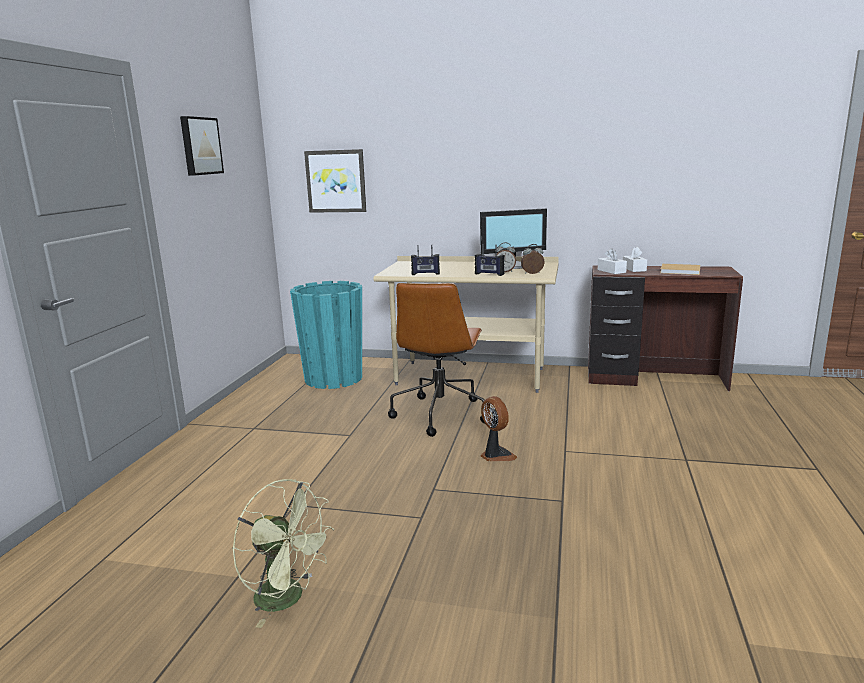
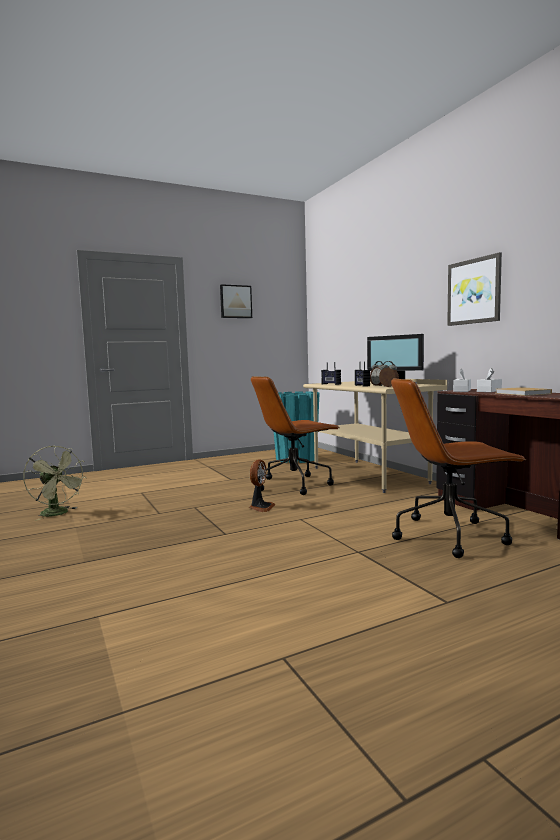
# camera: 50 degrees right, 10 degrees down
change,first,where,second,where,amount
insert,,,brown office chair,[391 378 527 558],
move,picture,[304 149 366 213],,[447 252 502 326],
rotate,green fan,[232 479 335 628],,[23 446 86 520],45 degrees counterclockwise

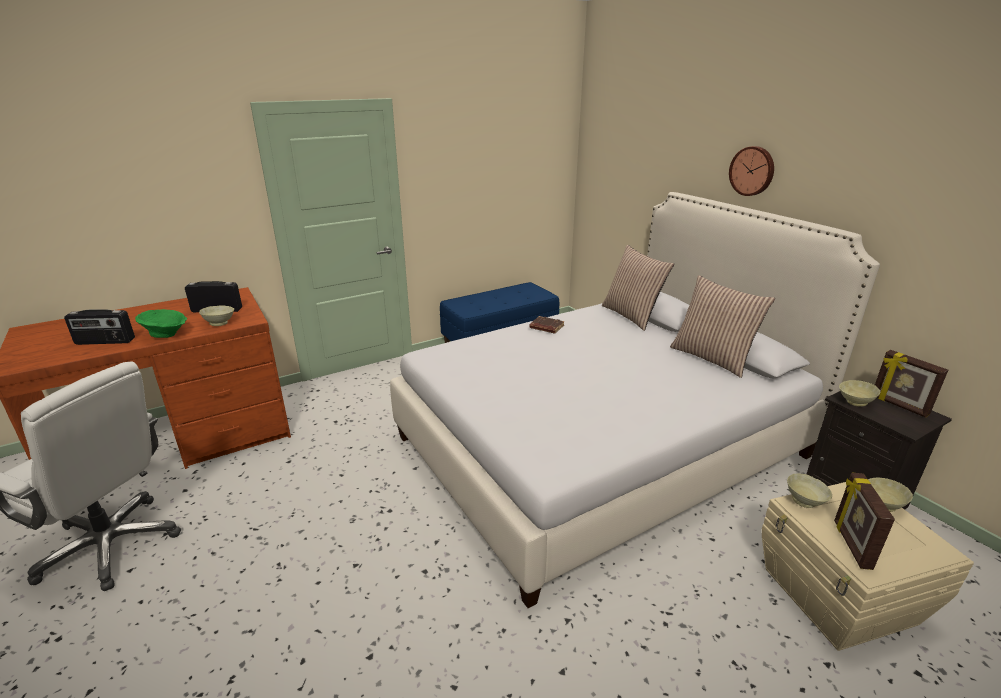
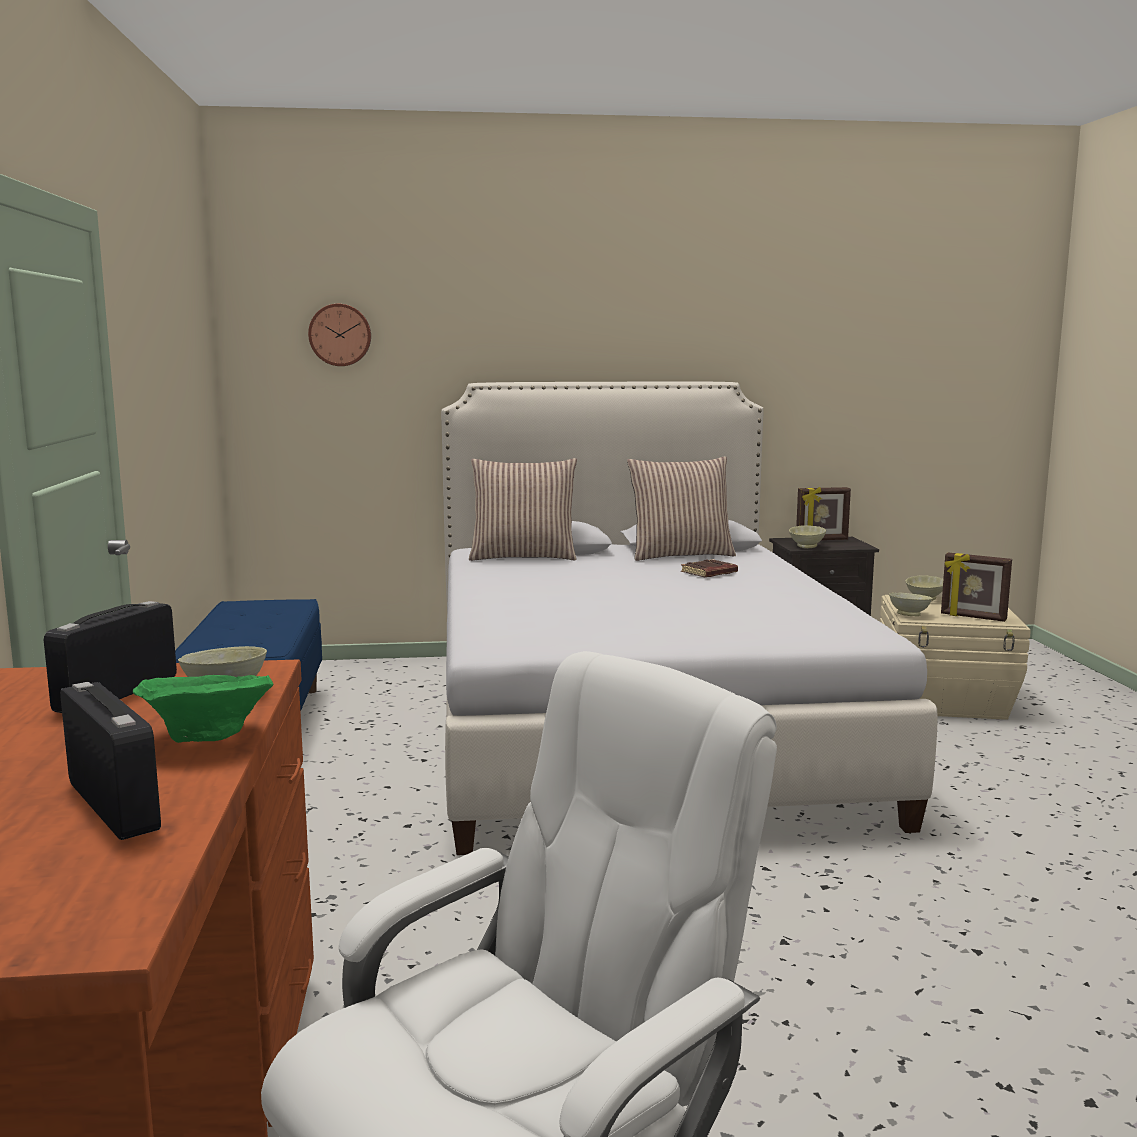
# camera: 65 degrees left, 15 degrees down
change,first,where,second,where,amount
move,brown book,[529 316 564 334],,[681 559 738 577],
move,wall clock,[729 146 774 196],,[308 304 371 366],
rotate,radio,[64 309 135 345],,[60 682 161 840],60 degrees counterclockwise

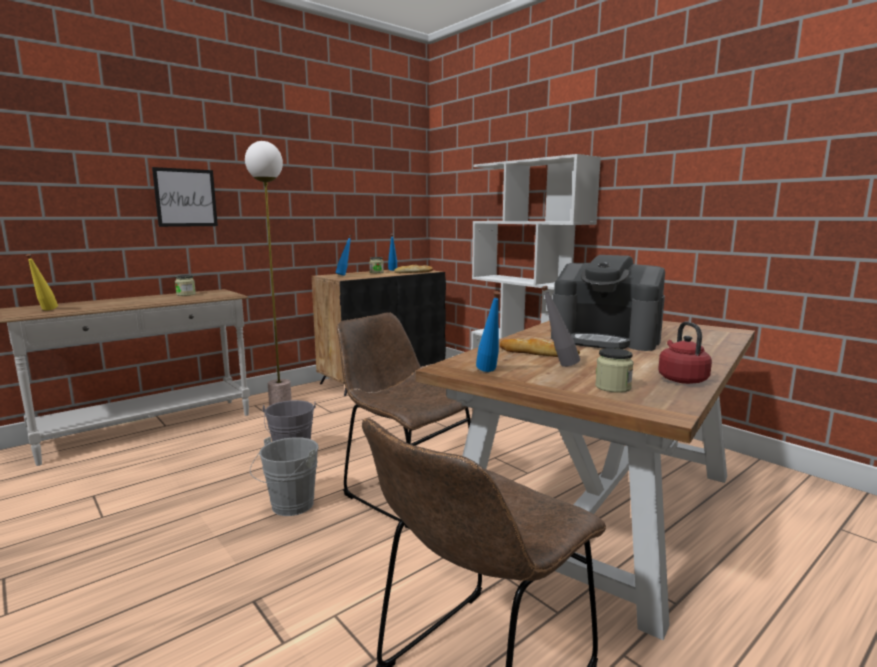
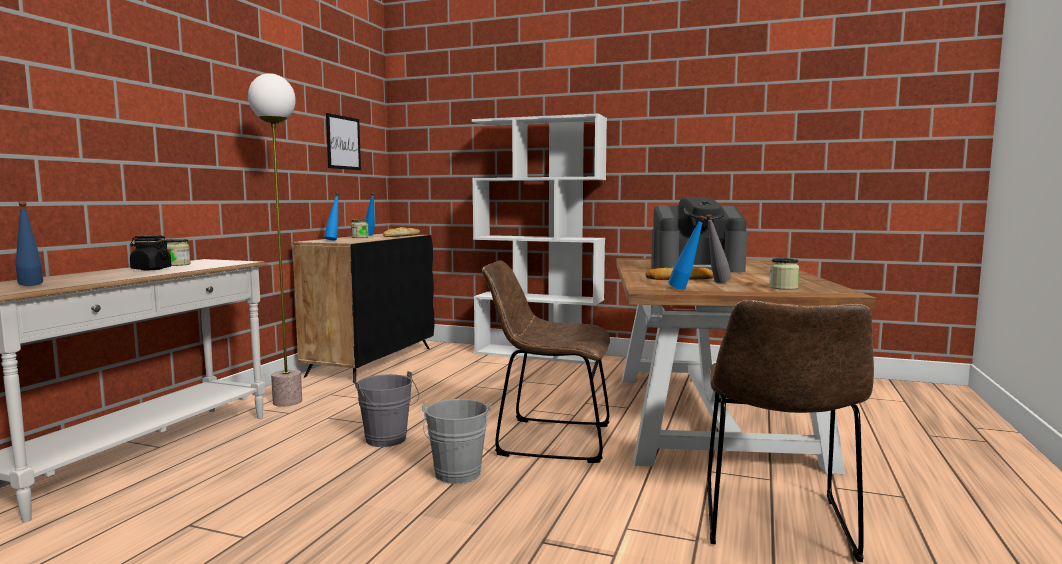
# camera: 30 degrees left, 5 degrees down
change,first,where,second,where,amount
delete,red kettle,[658 322 712 384],,,
insert,,,black jar,[130 235 172 270],
move,picture,[152 167 218 227],,[326 113 361 170],
recolor,yellow bottle,[26 254 58 311],blue bottle,[16 202 43 286],

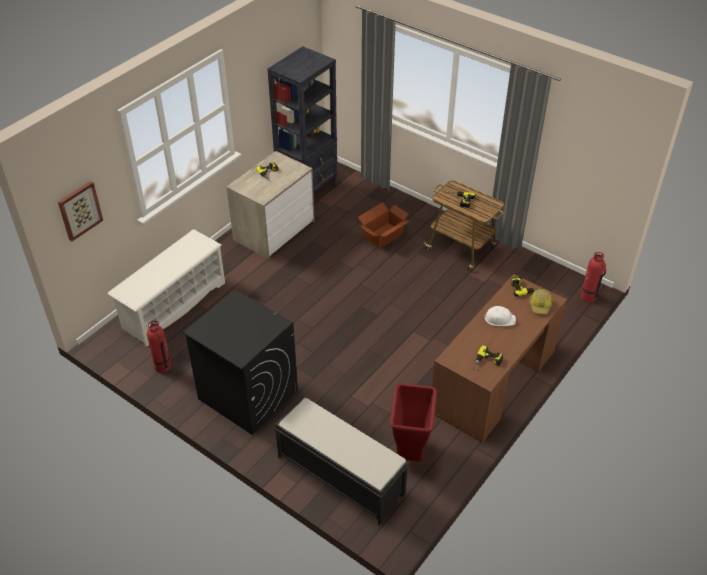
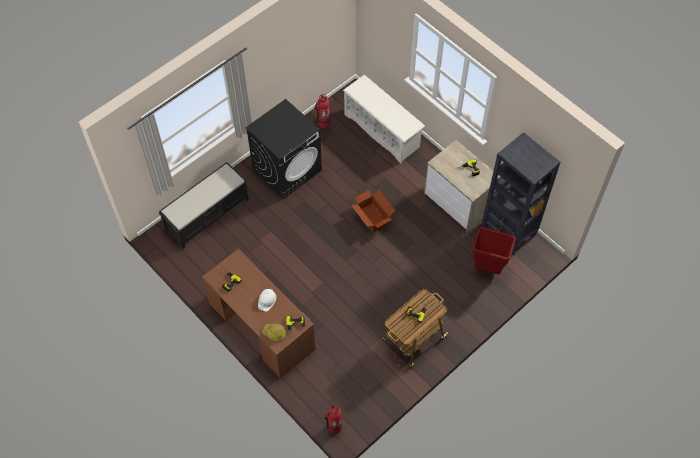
# camera: 100 degrees right, 15 degrees up
change,first,where,second,where,amount
delete,picture,[58 181 103 241],,,
move,cardboard box,[358 202 410 248],,[351 190 395 232],
move,red trash can,[390 383 437 462],,[473 227 516 274],

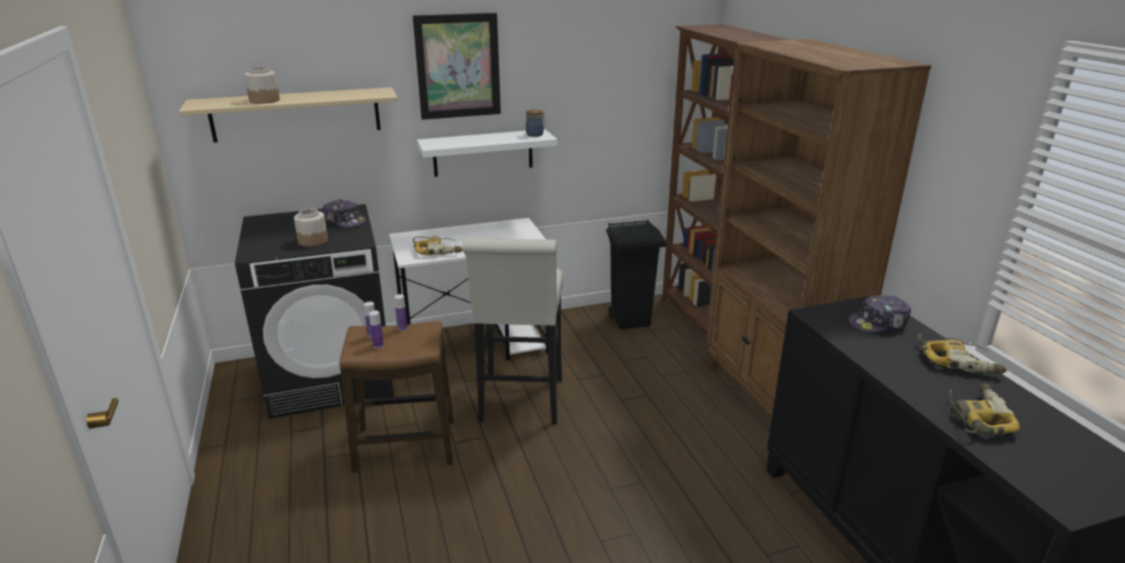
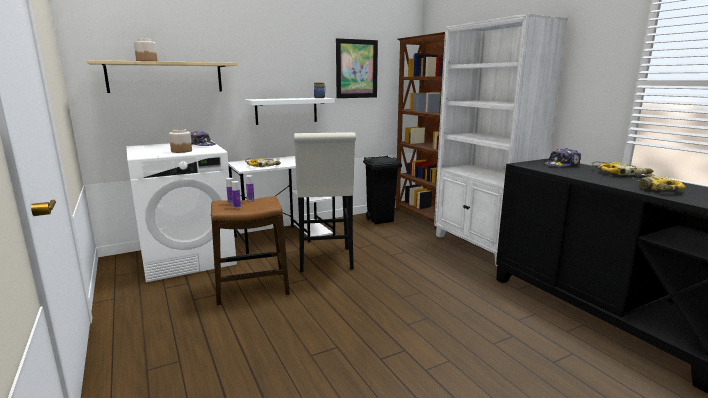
# camera: 10 degrees left, 10 degrees down
change,first,where,second,where,amount
move,picture,[413 13 501 120],,[336 38 378 98],
recolor,black washing machine,[235 204 394 419],white washing machine,[126 141 237 282],
recolor,brown bookcase,[705 39 931 418],white bookcase,[434 14 568 266],

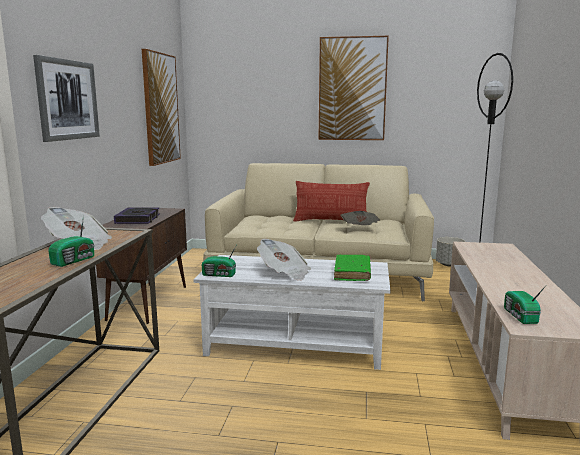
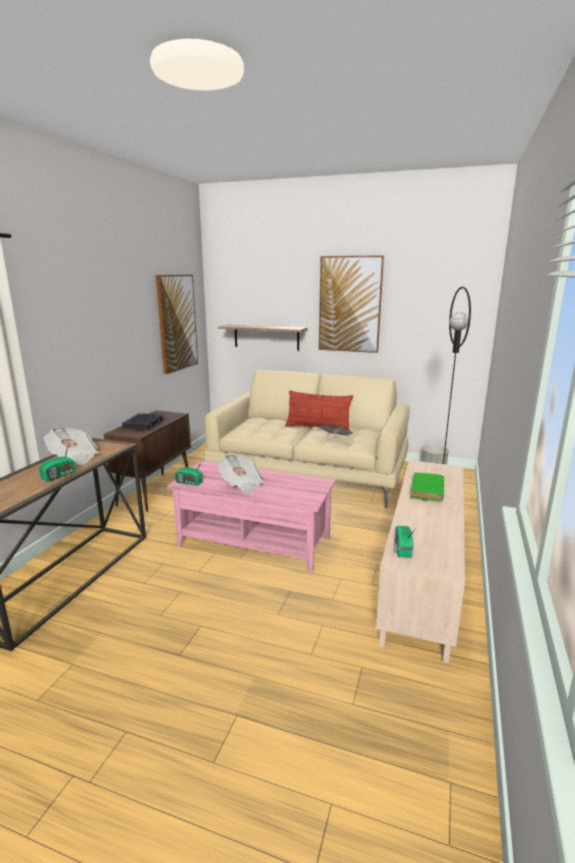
# camera: 10 degrees right, 5 degrees up
change,first,where,second,where,amount
delete,picture,[33 55 100 142],,,
insert,,,shelf,[218 324 308 350],
move,green book,[334 255 371 281],,[410 472 444 501],
recolor,white coffee table,[193 255 390 370],pink coffee table,[167 461 336 572],

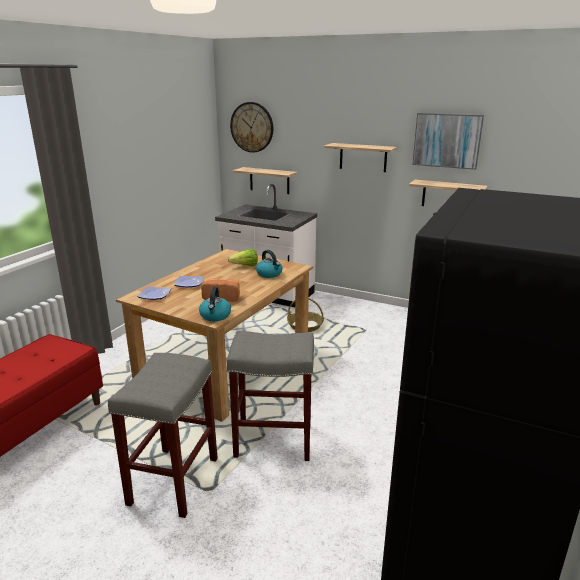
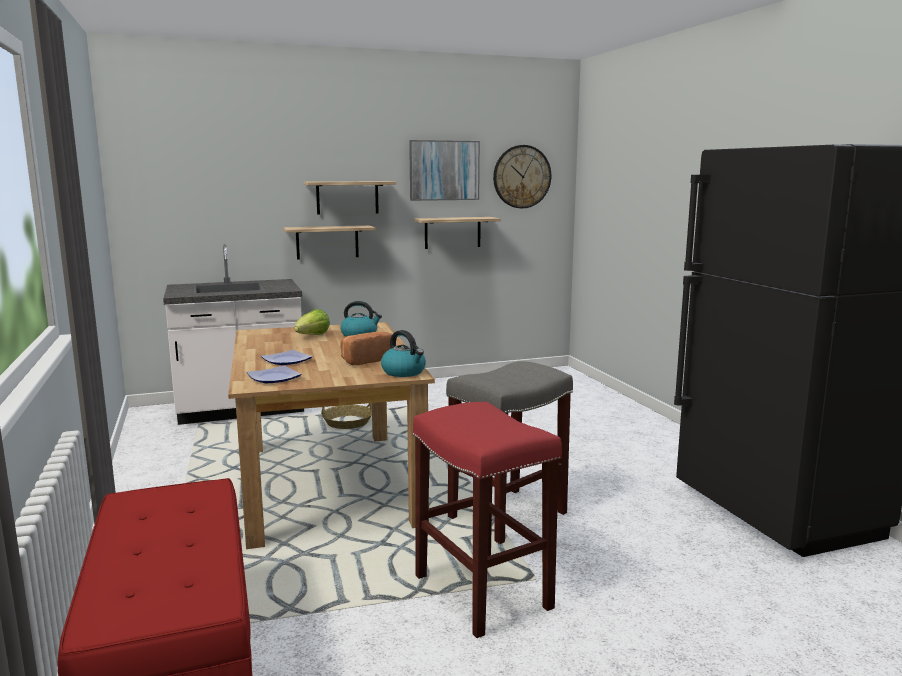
# camera: 45 degrees left, 10 degrees down
change,first,where,second,where,amount
move,wall clock,[230 102 273 152],,[493 145 551 208],
move,shelf,[233 167 297 194],,[283 225 375 260],
recolor,grey stool,[108 353 218 518],red stool,[413 402 562 638],

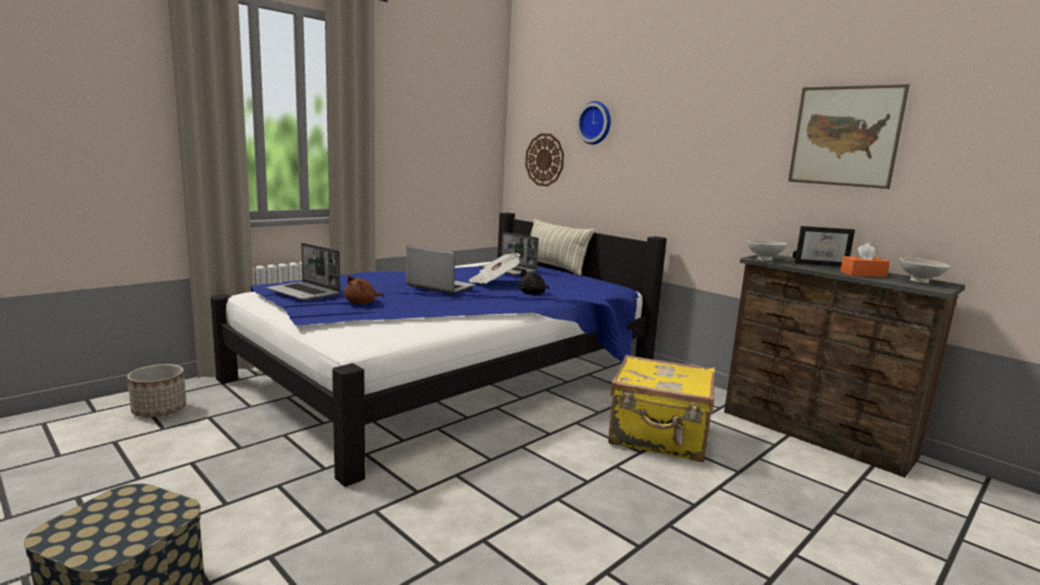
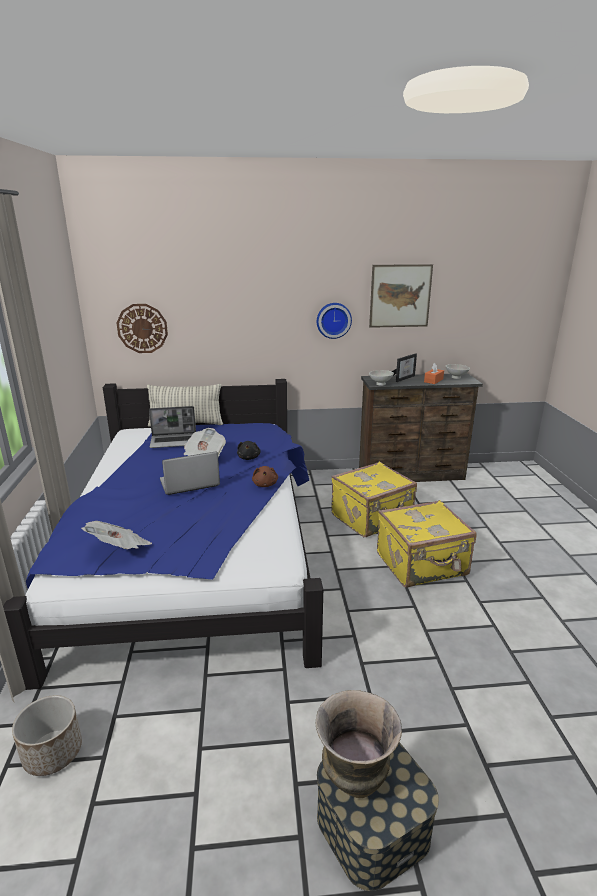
# camera: 50 degrees left, 10 degrees up
change,first,where,second,where,amount
insert,,,vase,[316 690 402 798],
insert,,,yellow suitcase,[377 500 477 588],
move,brown plush toy,[344 276 384 304],,[252 466 278 487],
move,wall clock,[577 101 611 145],,[317 303 352 339],
replace,laptop,[266 243 340 301],newspaper,[81 521 152 549],

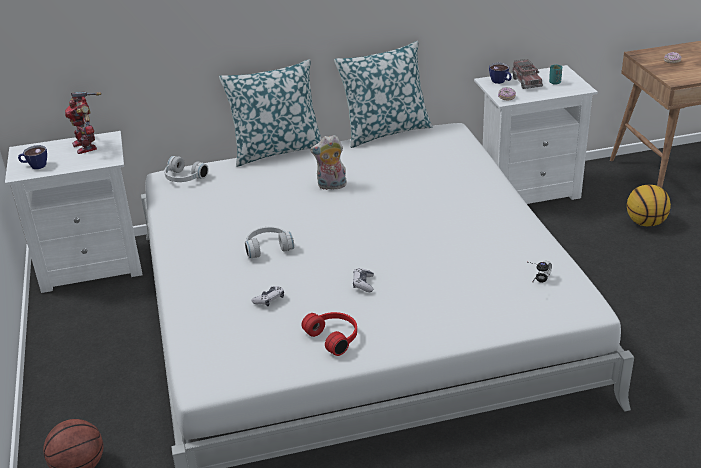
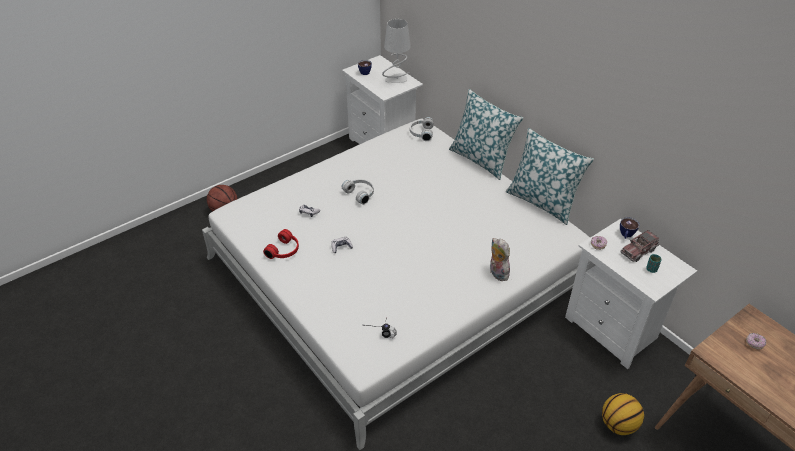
# camera: 65 degrees right, 10 degrees up
change,first,where,second,where,amount
move,plush toy,[310 135 347 191],,[490 238 510 281],
replace,toy robot,[65 92 101 154],grey table lamp,[382 19 411 83],

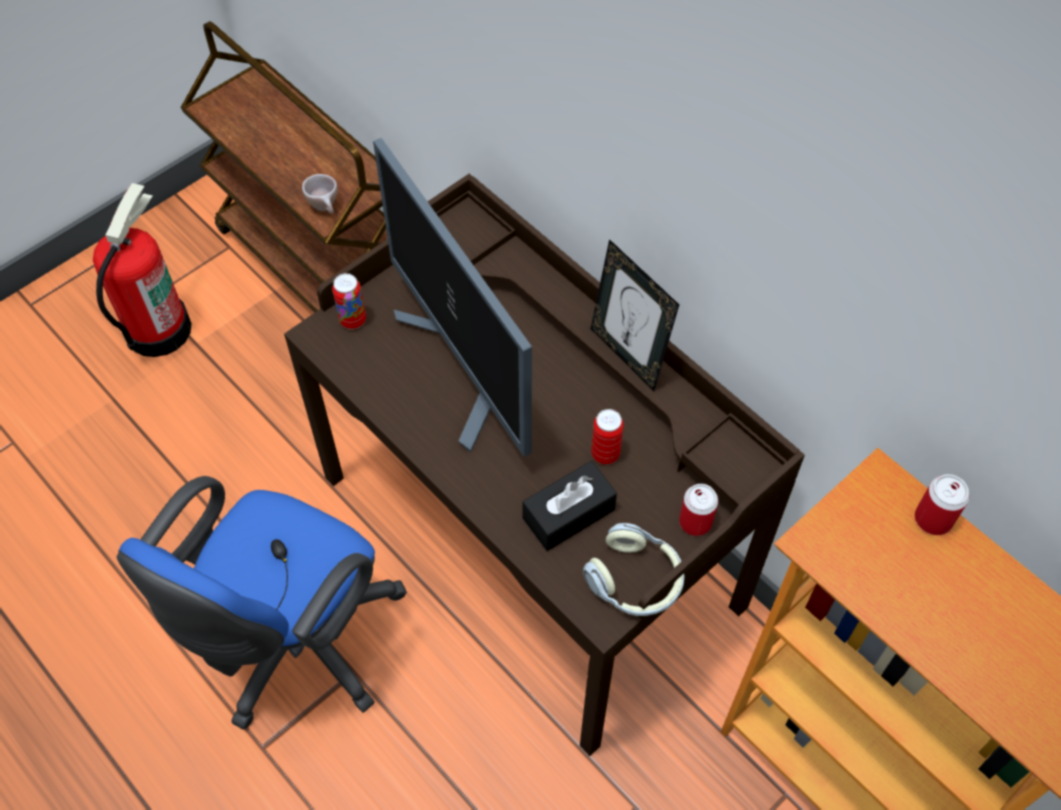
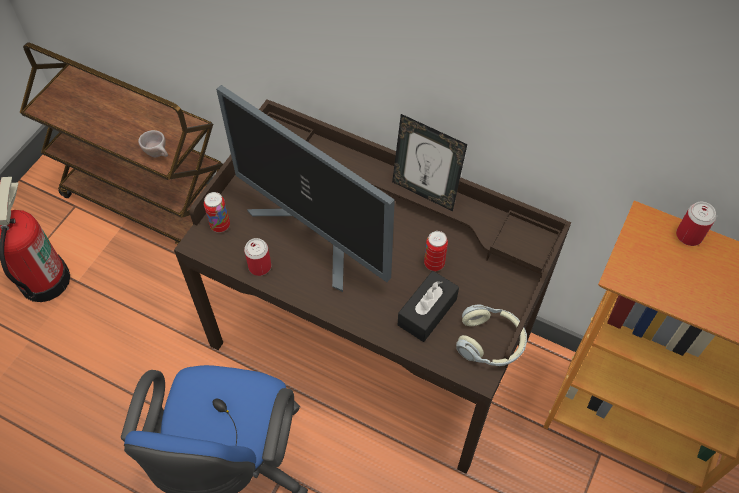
# camera: 20 degrees left, 0 degrees up
change,first,where,second,where,amount
move,can,[679 484 718 536],,[244 238 271 276],

